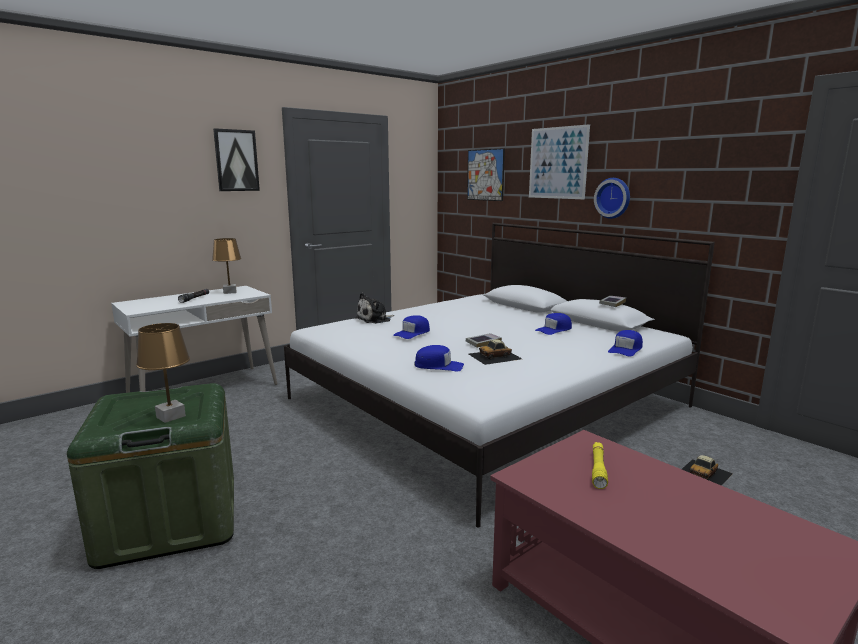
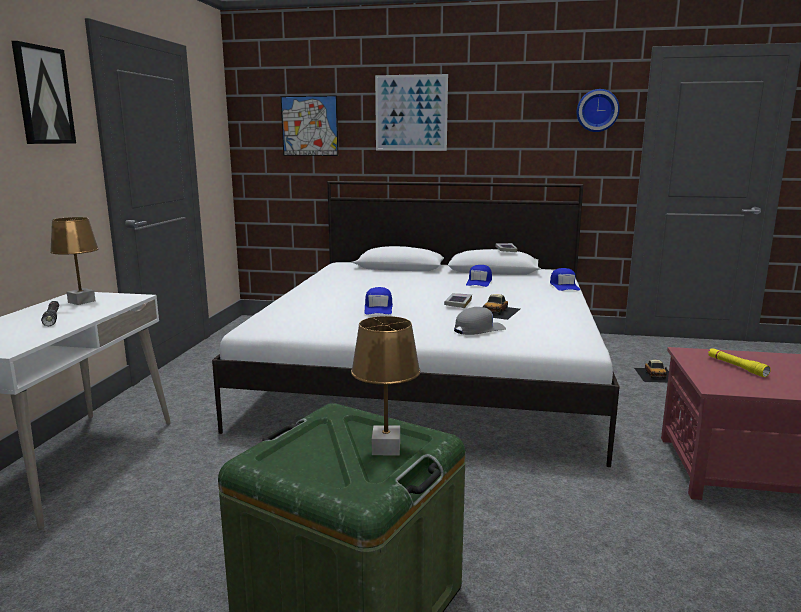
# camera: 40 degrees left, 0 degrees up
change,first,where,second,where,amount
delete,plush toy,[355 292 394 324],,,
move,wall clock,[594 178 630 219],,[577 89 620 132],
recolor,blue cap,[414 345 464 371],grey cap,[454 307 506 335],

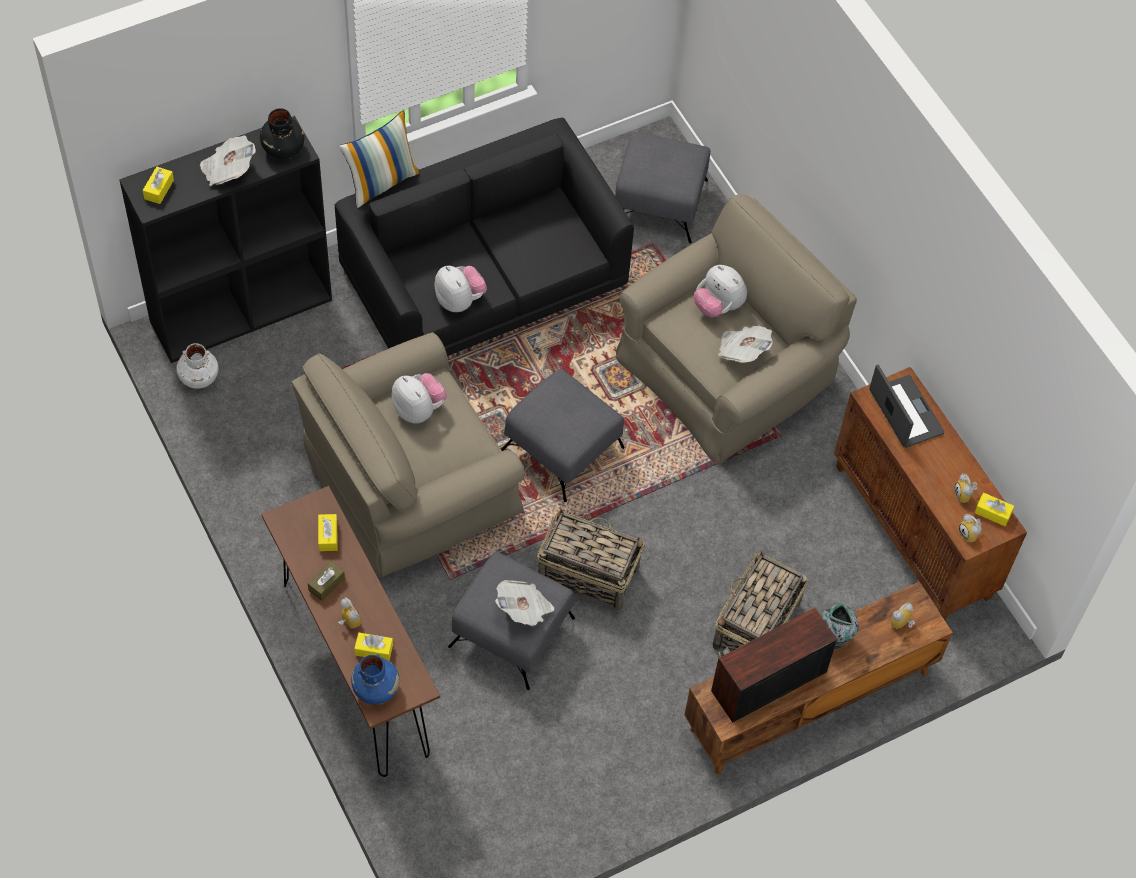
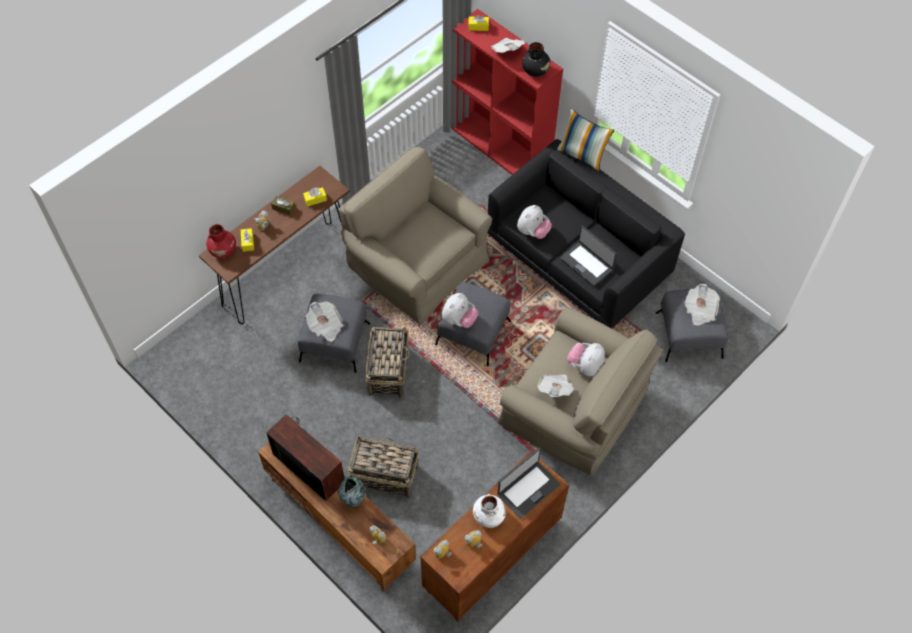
# camera: 75 degrees right, 0 degrees up
change,first,where,second,where,amount
delete,yellow tissue box,[974 493 1014 526],,,
insert,,,laptop,[560 225 617 286],
insert,,,newspaper,[684 284 720 326],
move,white vase,[176 343 218 389],,[473 494 506 528],
move,plush toy,[392 373 447 423],,[442 293 478 328],
recolor,black bookcase,[119 116 332 363],red bookcase,[451 9 563 175],
recolor,blue vase,[351 654 400 705],red vase,[206 224 236 258],

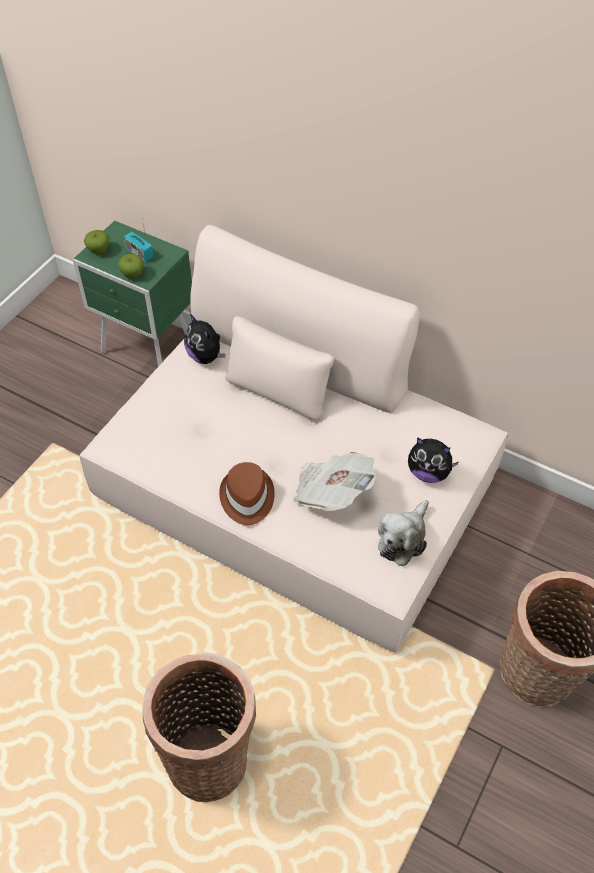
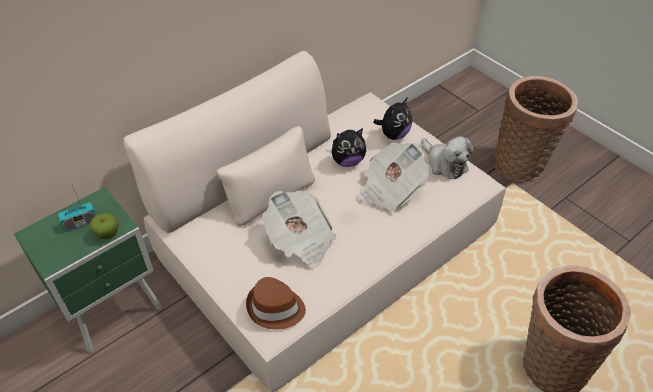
# camera: 70 degrees left, 5 degrees down
change,first,where,second,where,amount
delete,apple,[84 230 109 254],,,
insert,,,newspaper,[262 190 336 268],
move,plush toy,[184 314 225 364],,[332 128 366 167],
move,brown hat,[219 462 275 525],,[246 277 306 330],

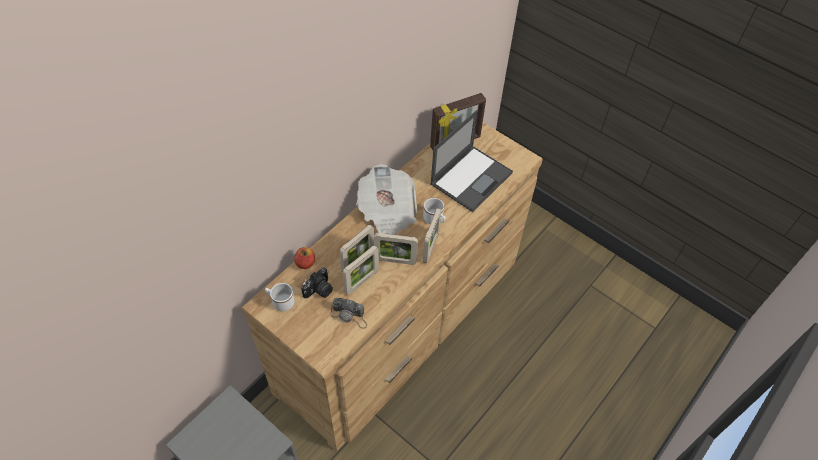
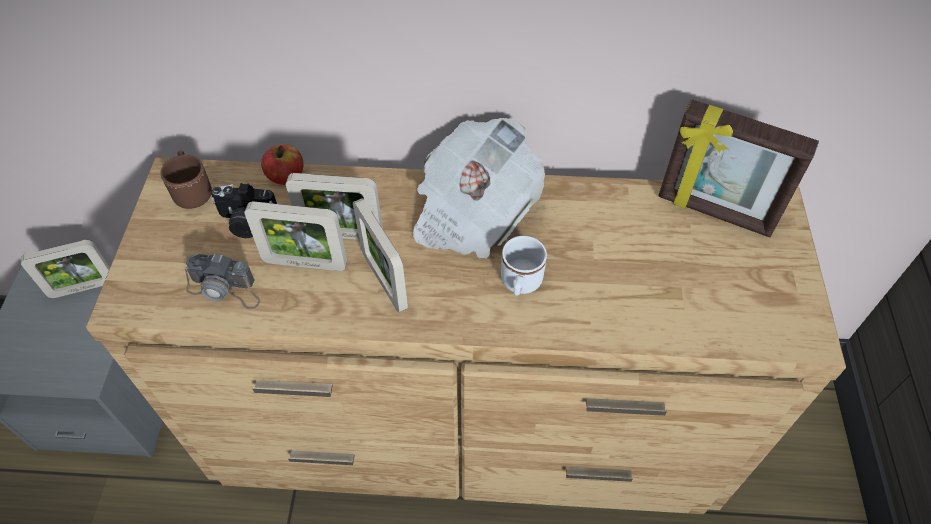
# camera: 55 degrees right, 0 degrees up
change,first,where,second,where,amount
delete,laptop,[430 110 513 212],,,
move,picture frame,[423 208 441 263],,[21 240 110 298],
recolor,white mug,[265 283 294 311],brown mug,[161 150 212 209],
rotate,photo camera,[330 298 367 329],,[185 253 260 309],60 degrees counterclockwise

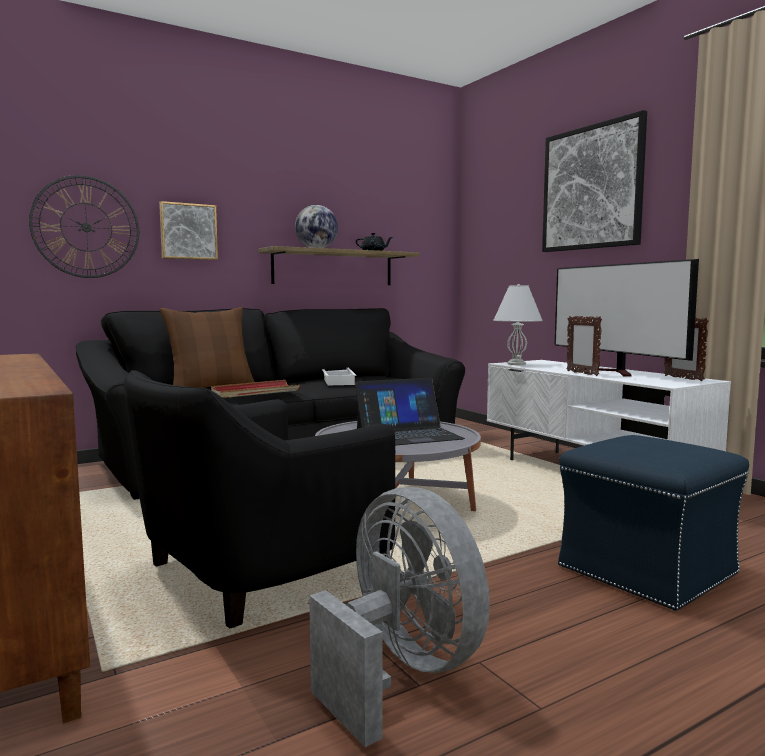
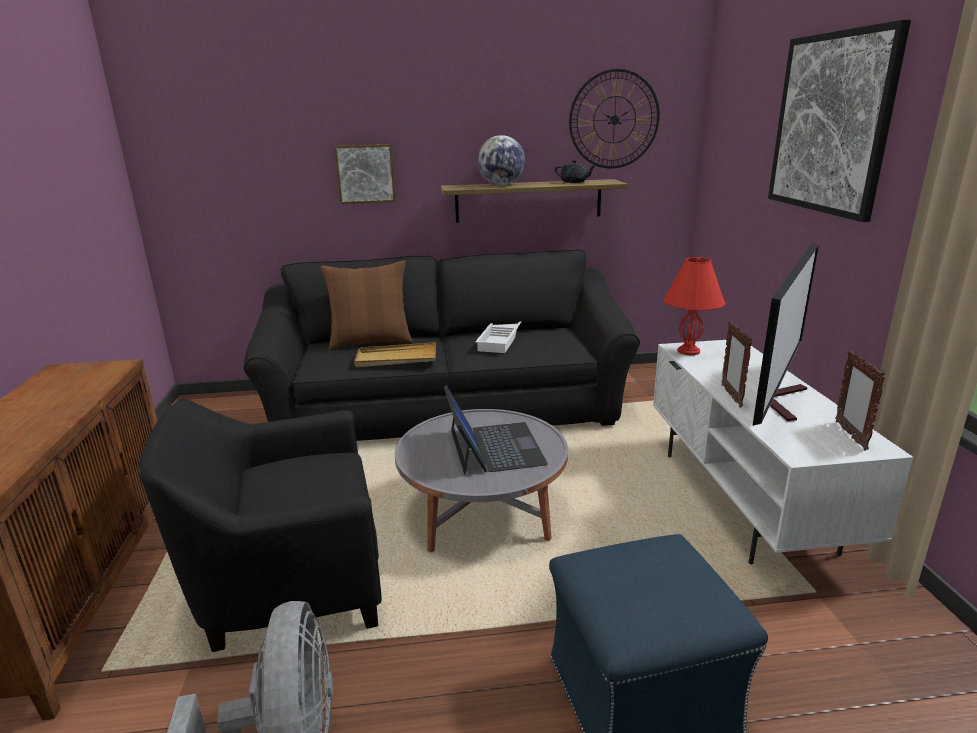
# camera: 25 degrees right, 15 degrees up
change,first,where,second,where,amount
move,wall clock,[29 175 139 278],,[569 69 660 168],
recolor,red tray,[211 380 300 398],beige tray,[354 342 436 367],
recolor,white table lamp,[493 284 543 365],red table lamp,[663 257 725 355],
rotate,laptop,[355 378 465 446],,[444 385 548 475],105 degrees counterclockwise
rotate,television,[555 259 699 377],,[752 242 819 426],150 degrees counterclockwise

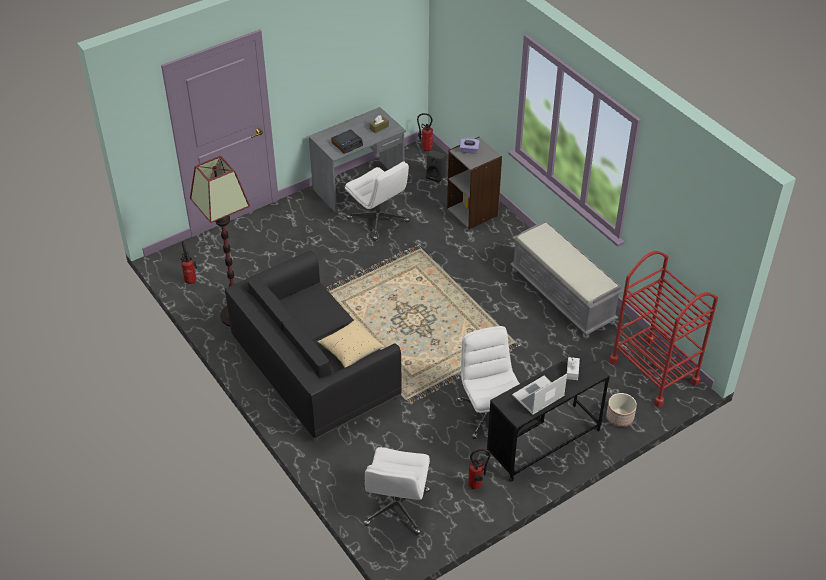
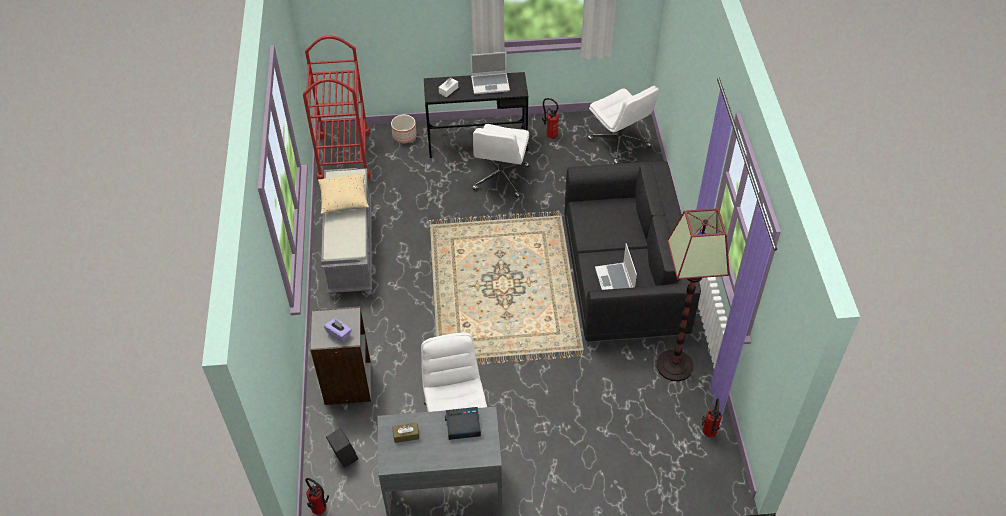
# camera: 150 degrees left, 5 degrees up
change,first,where,second,where,amount
insert,,,laptop,[595 243 637 290],
move,beige pillow,[318 320 384 368],,[318 174 369 214],
rotate,white office chair,[364 447 430 535],,[587 86 659 164],105 degrees clockwise

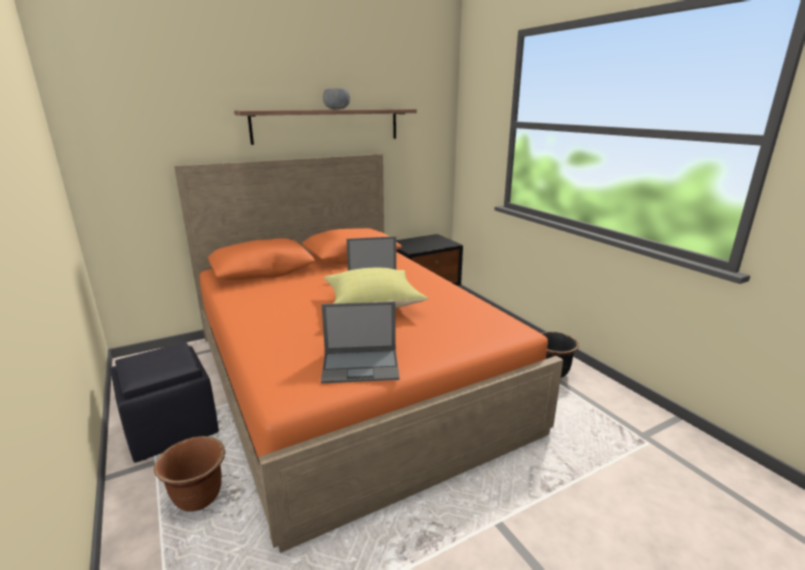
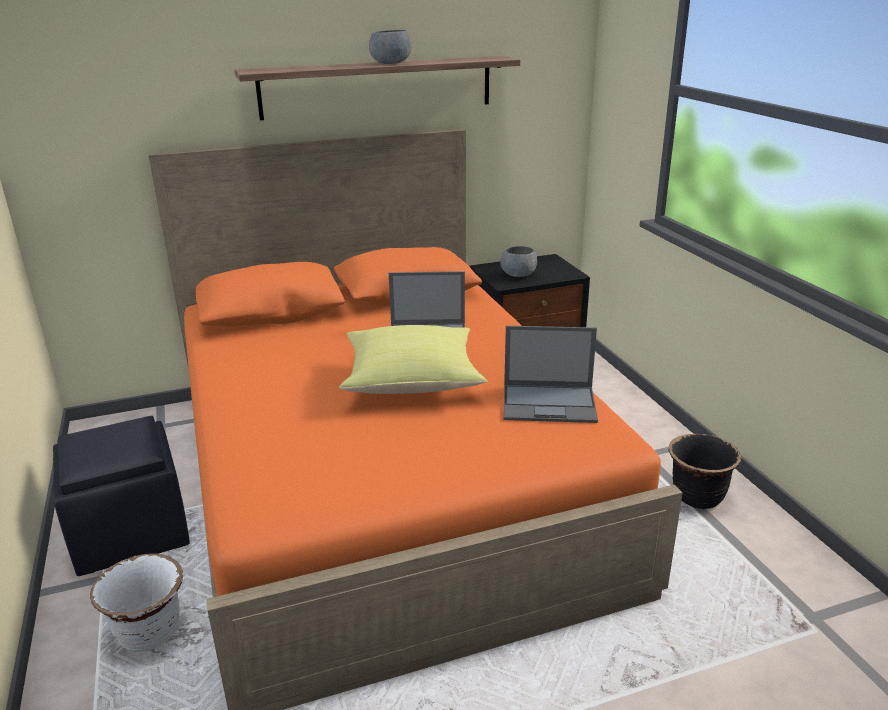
# camera: 10 degrees right, 5 degrees up
change,first,where,second,where,amount
insert,,,grey bowl,[500 246 537 277],
move,laptop,[321 302 400 384],,[503 326 598 423],
recolor,brown planter,[154 436 225 512],white planter,[90 553 183 652],

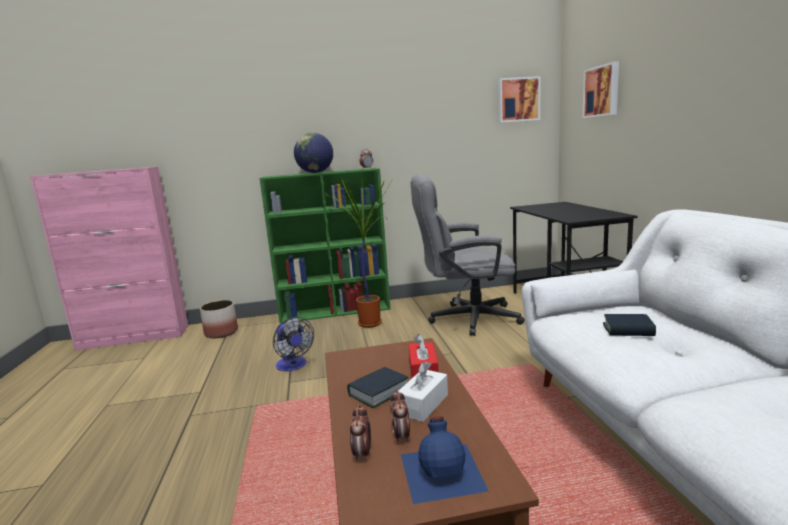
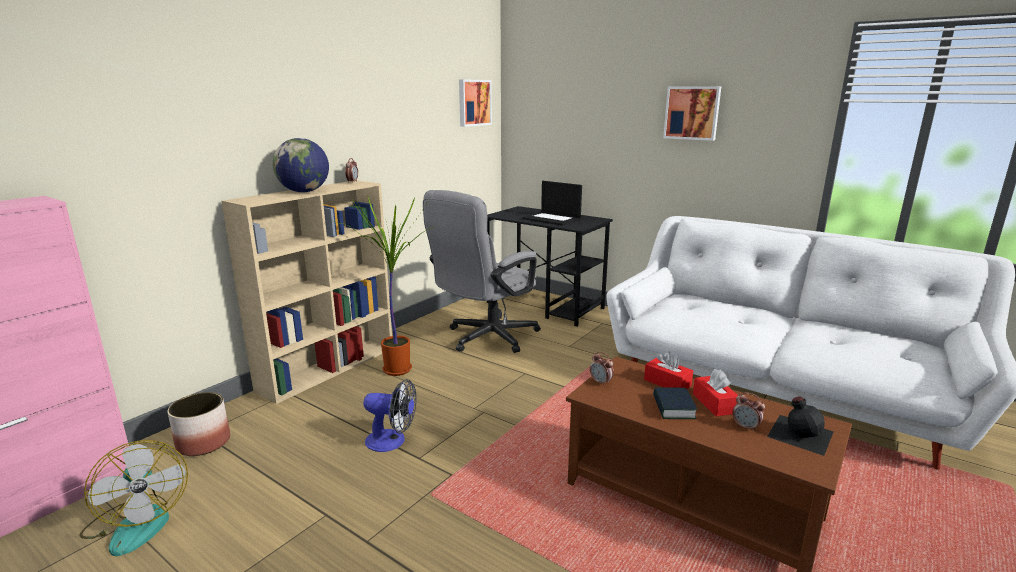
# camera: 45 degrees left, 5 degrees up
change,first,where,second,where,amount
delete,book,[603 314 656 336],,,
insert,,,fan,[80 440 188 556],
insert,,,laptop,[523 181 582 226],
move,alarm clock,[350 404 371 462],,[590 352 614 387],
move,picture,[583 61 619 118],,[663 86 721 141],
recolor,green bookcase,[260 168 391 324],beige bookcase,[221 180 392 404],
recolor,white tissue box,[399 361 448 422],red tissue box,[693 369 738 416],
recolor,blue bottle,[401 416 489 504],black bottle,[767 397 834 456],

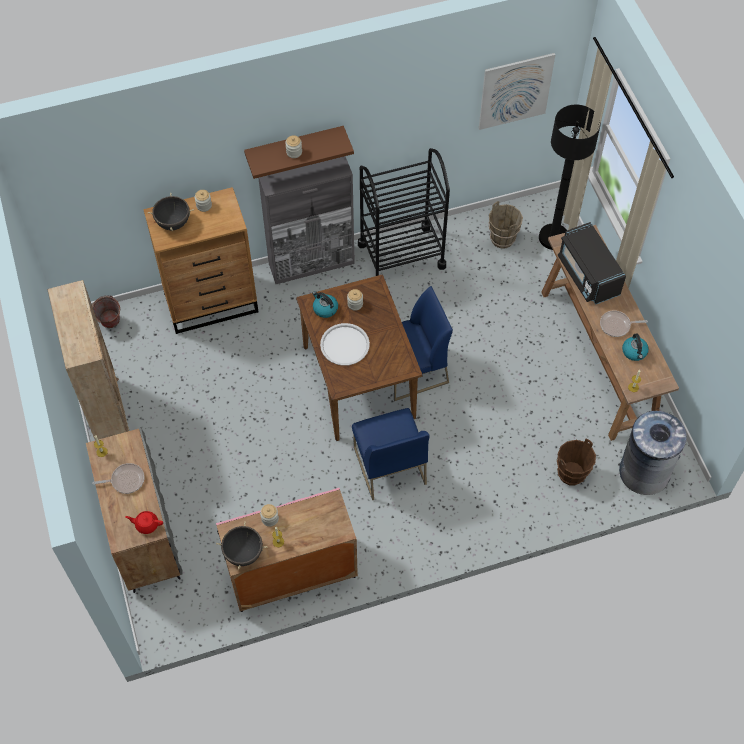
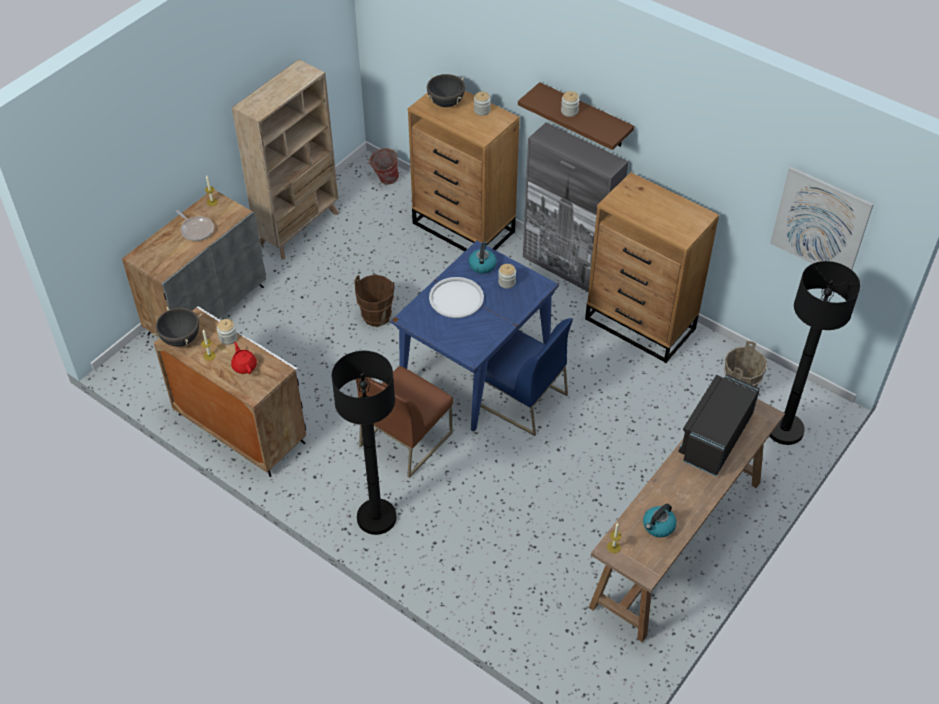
# camera: 55 degrees right, 10 degrees down
change,first,where,second,where,amount
delete,frying pan,[600 310 648 337],,,
delete,grey trash can,[619 411 687 495],,,
insert,,,black floor lamp,[332 351 397 535],
move,red teapot,[125 511 163 534],,[231 342 257 374],
move,brown bucket,[557 438 596 486],,[354 275 394 327],
replace,black cart,[358 148 450 276],brown dresser,[585 172 719 363],
recolor,pink cabinet,[216 488 358 612],white cabinet,[154 306 308 477],
recolor,brown dining table,[296 274 423 441],blue dining table,[391 241 559 431],
recolor,blue chair,[352 408 430 500],brown chair,[355 366 453 478],

